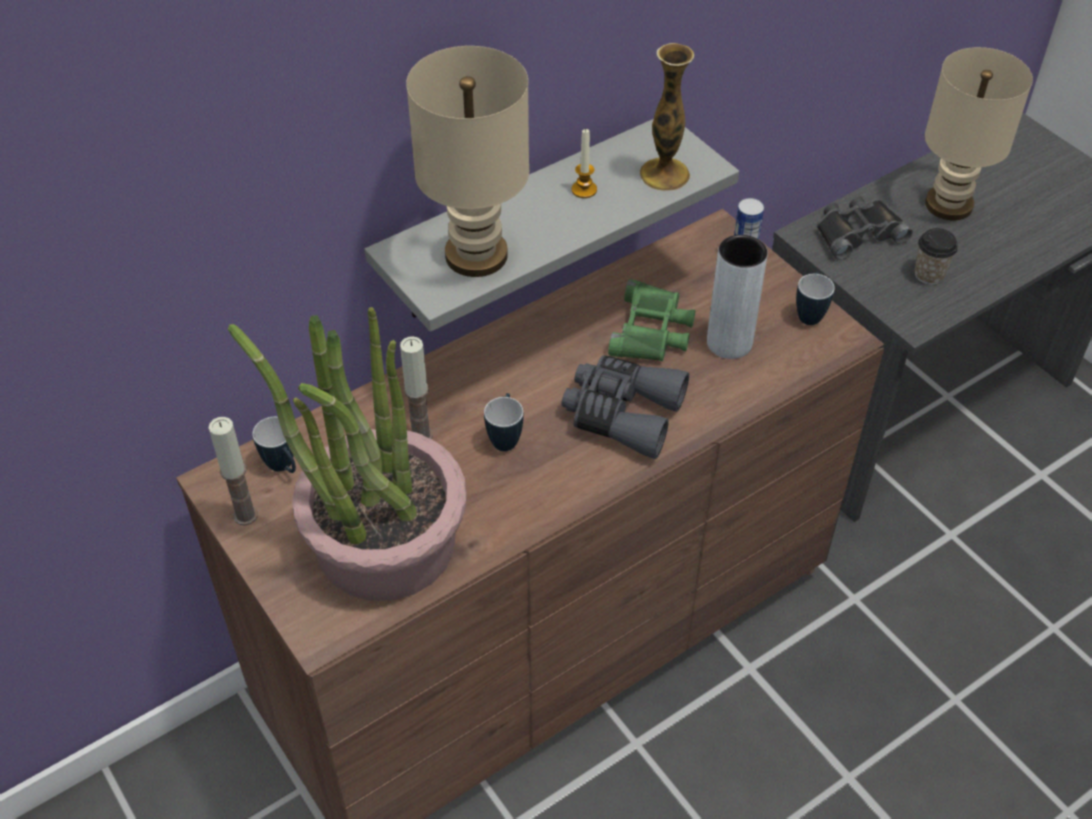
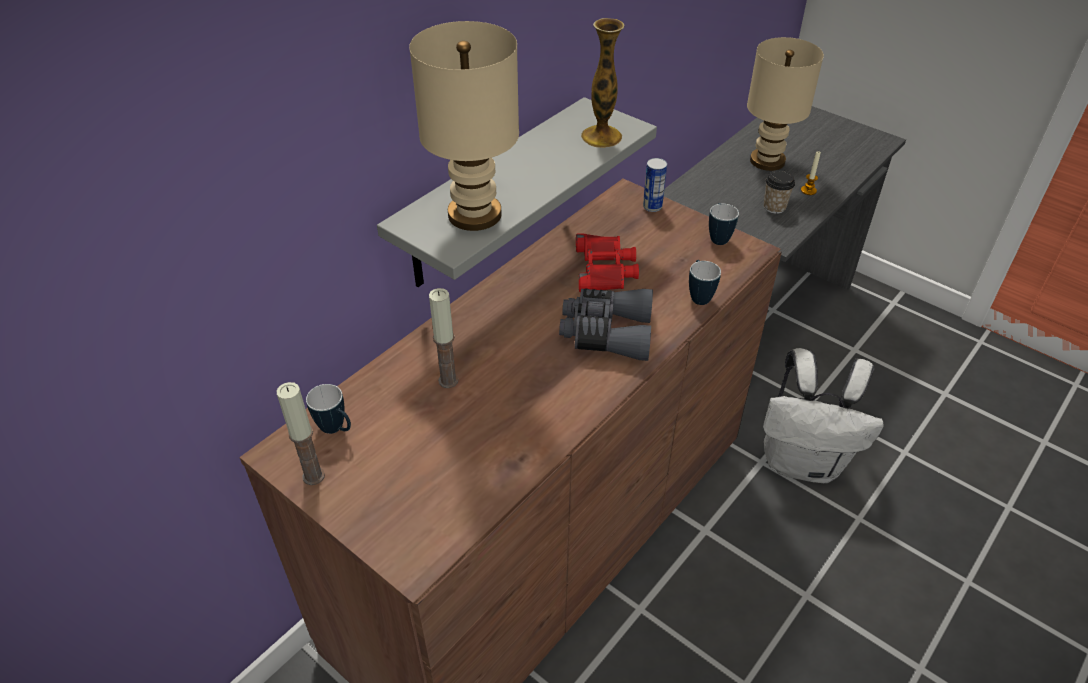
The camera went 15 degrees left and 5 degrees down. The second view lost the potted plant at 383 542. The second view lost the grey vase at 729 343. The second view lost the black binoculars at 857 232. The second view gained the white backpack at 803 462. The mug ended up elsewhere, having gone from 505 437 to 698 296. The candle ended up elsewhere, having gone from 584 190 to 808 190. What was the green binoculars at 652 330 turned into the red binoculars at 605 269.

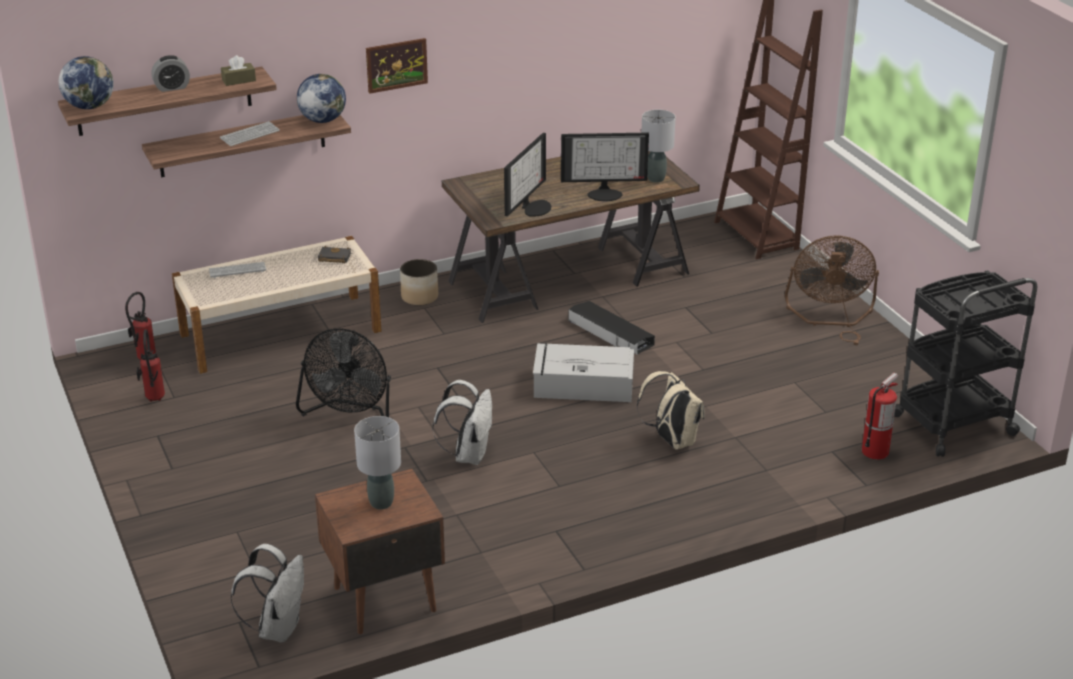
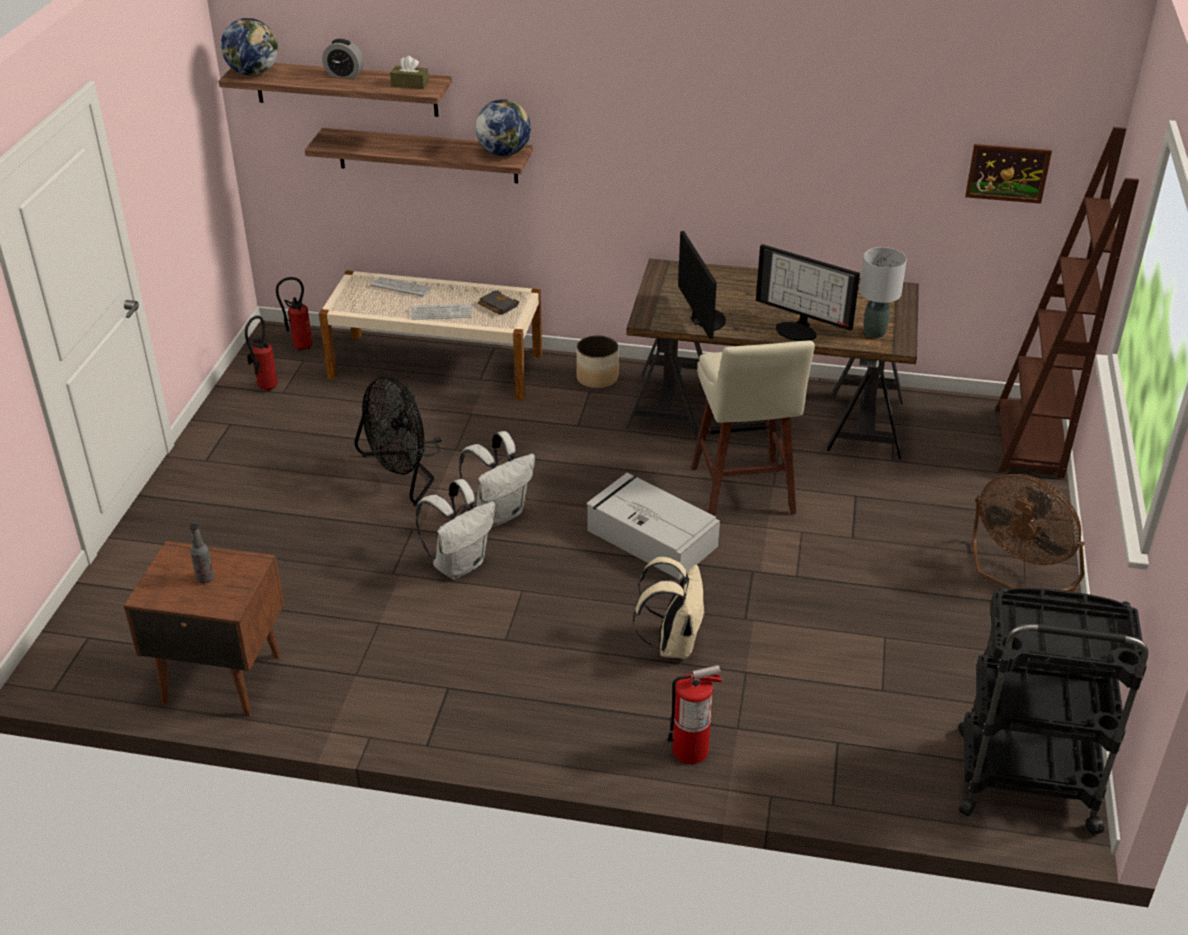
The camera went 35 degrees right and 5 degrees up. The keyboard ended up elsewhere, having gone from 250 135 to 441 313. The white backpack ended up elsewhere, having gone from 278 628 to 499 513. The picture ended up elsewhere, having gone from 396 65 to 1007 173. The fire extinguisher ended up elsewhere, having gone from 875 451 to 691 750. Where the grey table lamp stood at 381 503, the bottle came to stand at 205 578. Where the black storage box stood at 610 333, the beige stool came to stand at 742 492. The monitor at 534 207 ended up facing another way, 75 degrees counterclockwise from before.

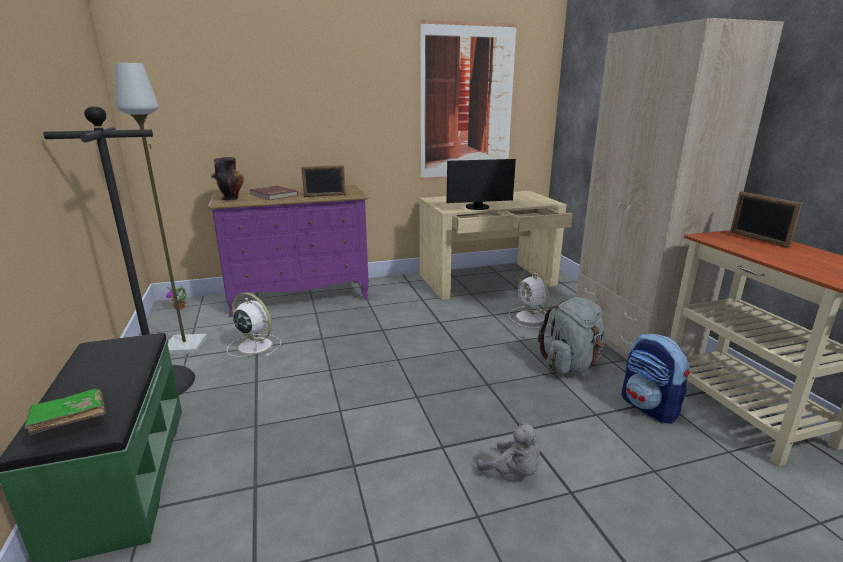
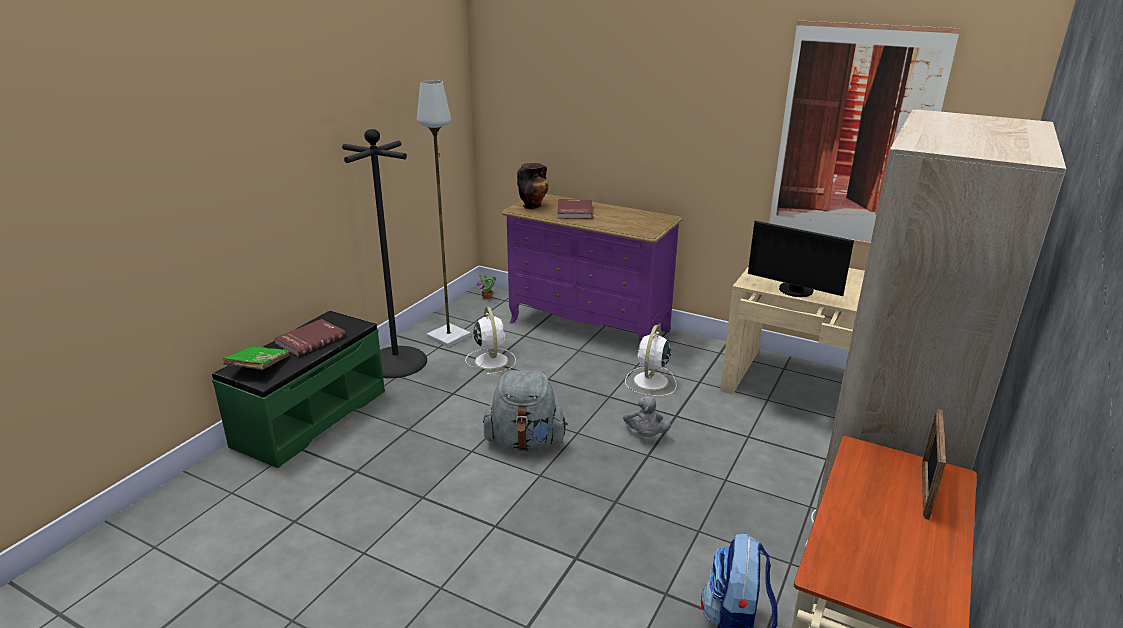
The camera went 45 degrees right and 5 degrees up. The second view lost the picture frame at 325 195. The second view gained the red book at 310 339. The grey plush toy ended up elsewhere, having gone from 513 472 to 645 435. The white fan ended up elsewhere, having gone from 531 318 to 650 382. The grey backpack ended up elsewhere, having gone from 571 365 to 525 442.

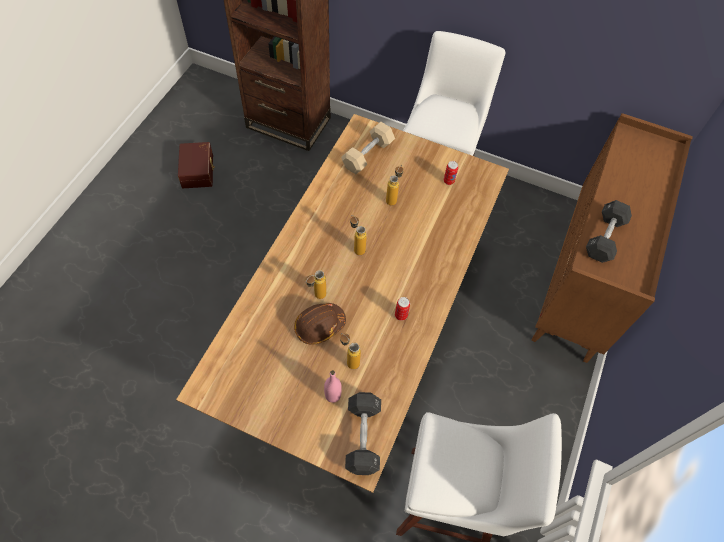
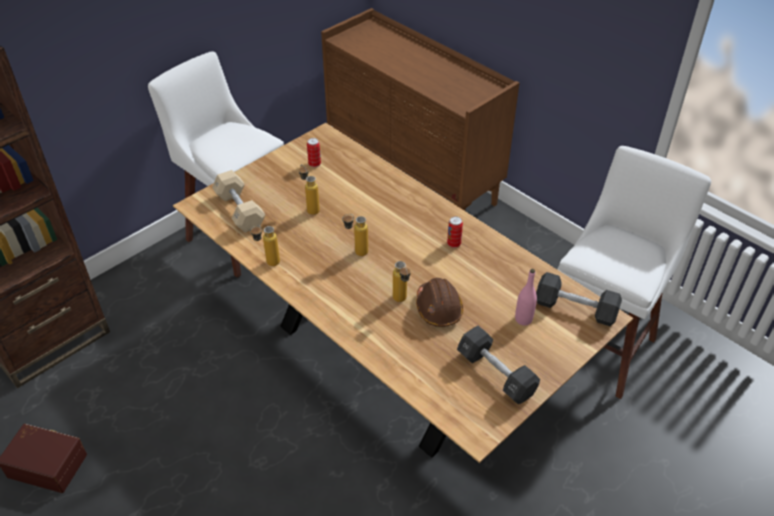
The camera went 65 degrees left and 15 degrees down. The bottle ended up elsewhere, having gone from 349 360 to 268 264. The black dumbbell ended up elsewhere, having gone from 604 237 to 496 374.

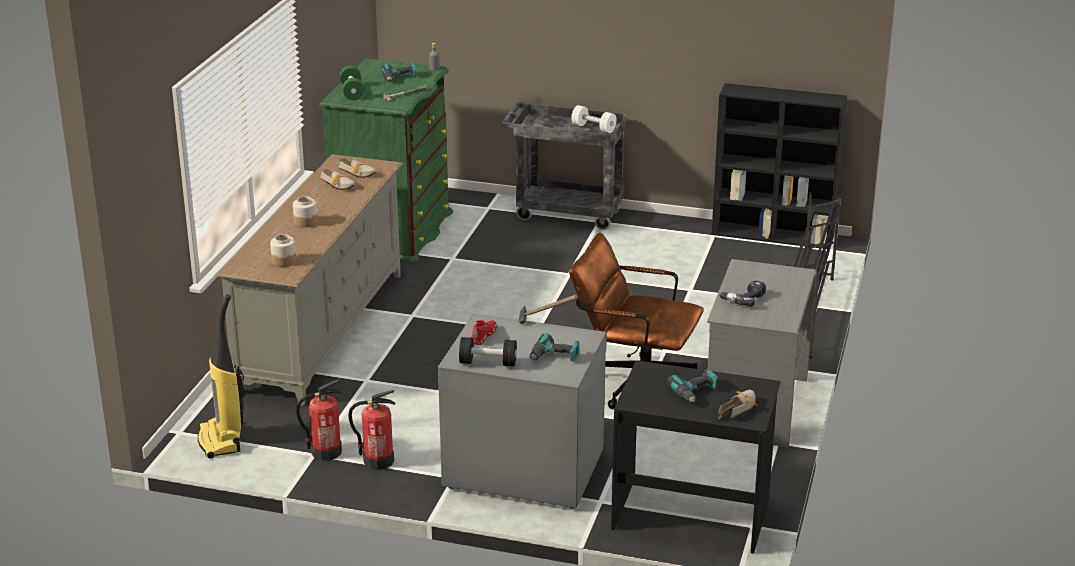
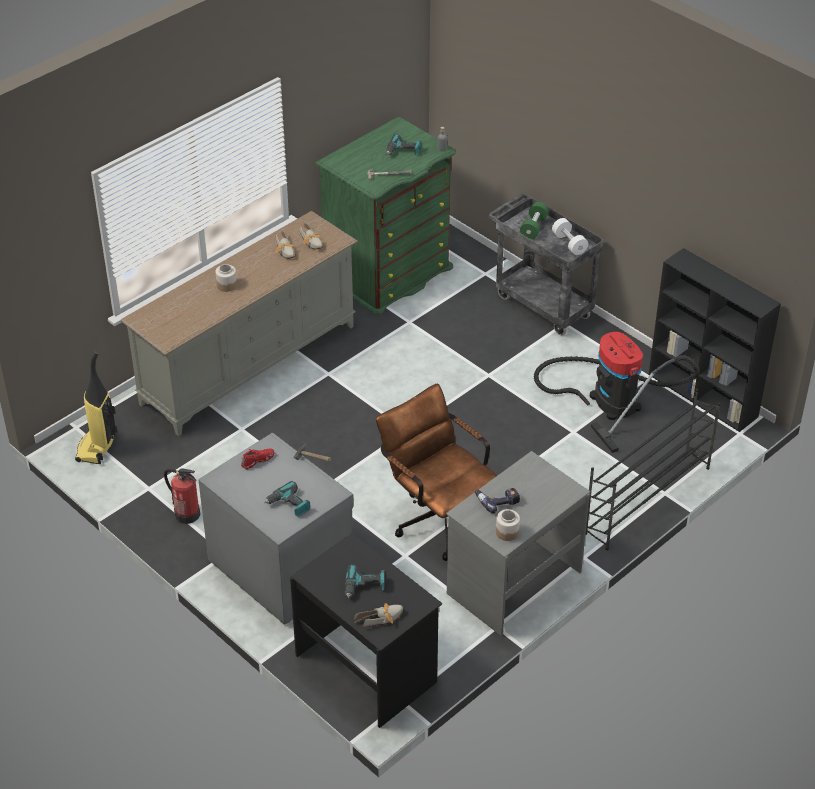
The camera went 30 degrees right and 15 degrees up. The second view lost the fire extinguisher at 325 452. The second view lost the black dumbbell at 488 363. The second view gained the vacuum cleaner at 610 399. The jar ended up elsewhere, having gone from 284 261 to 507 532. The green dumbbell ended up elsewhere, having gone from 352 92 to 533 227.

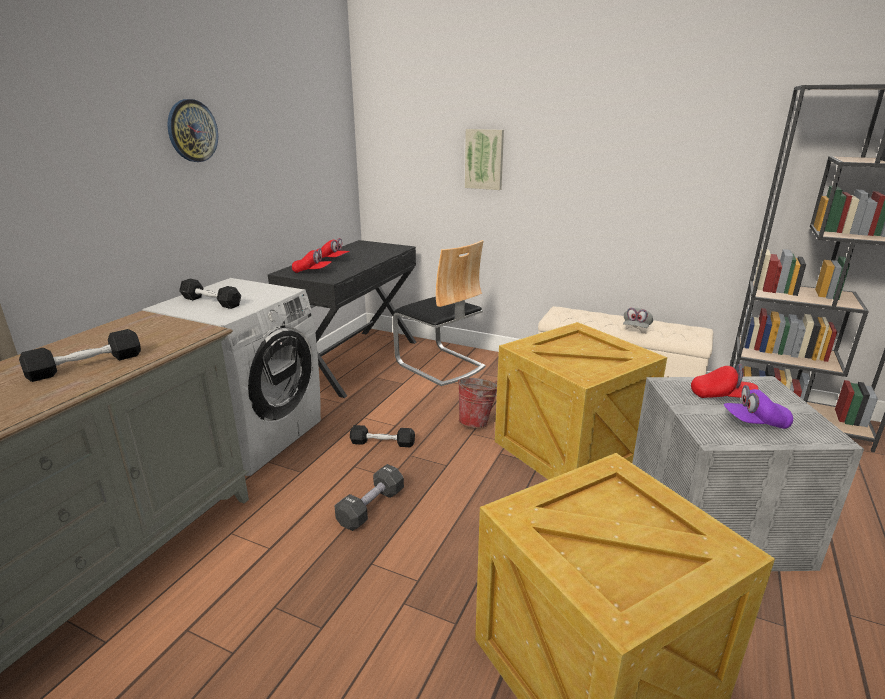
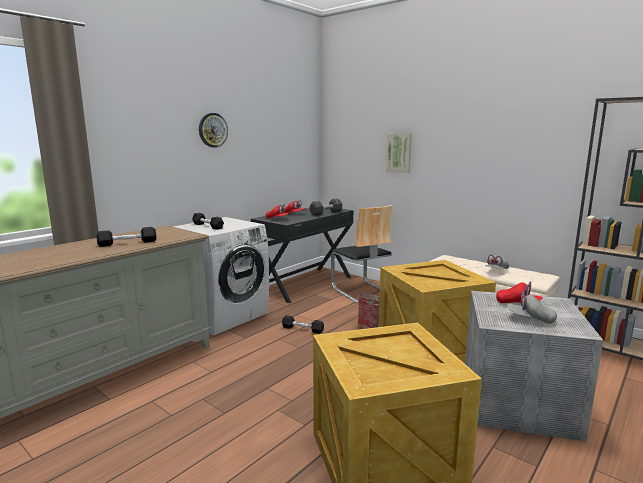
The camera went 15 degrees right and 10 degrees down. The black dumbbell ended up elsewhere, having gone from 371 507 to 326 213. What was the purple cap at 755 423 turned into the grey cap at 530 319.

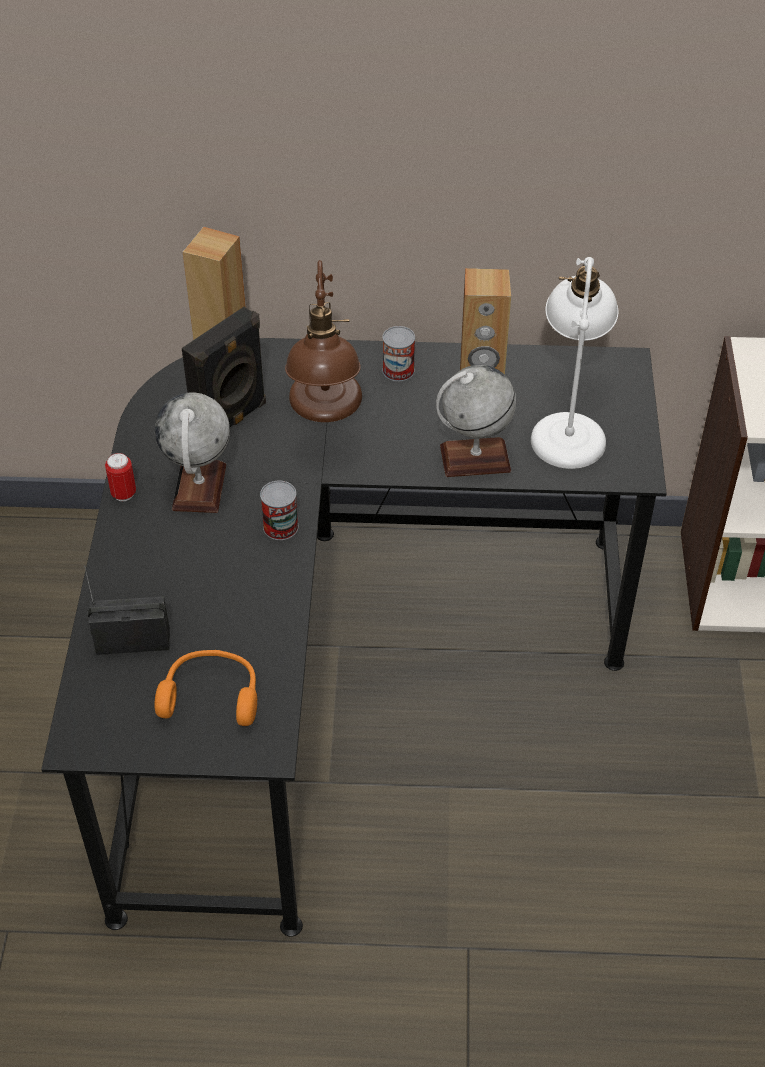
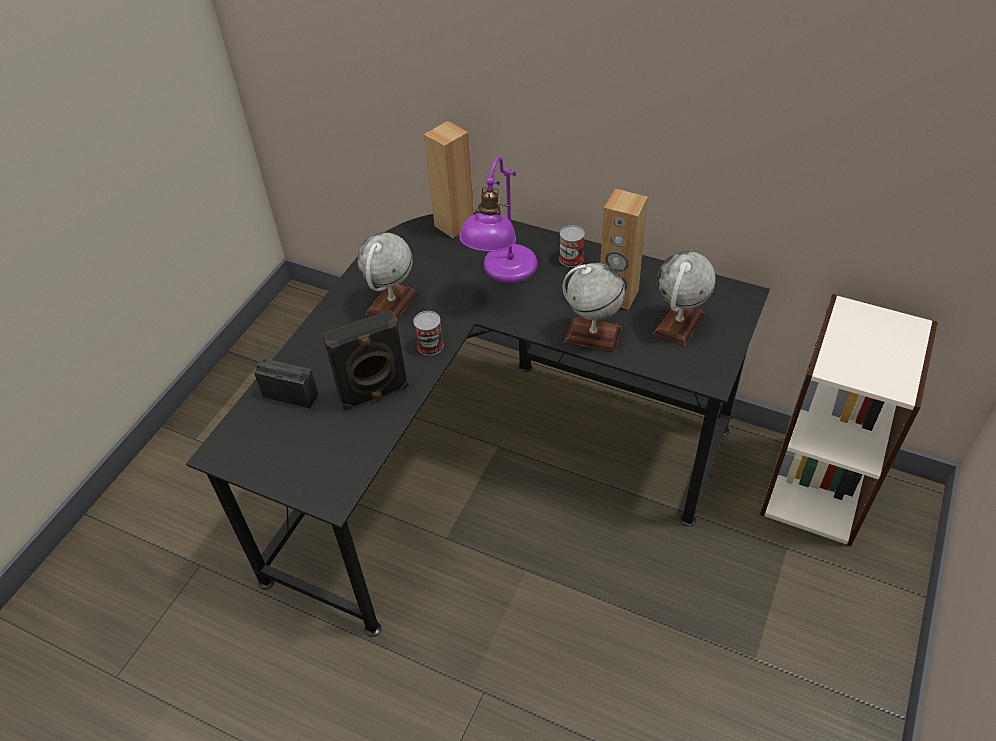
The camera went 25 degrees right and 0 degrees up. The second view lost the can at 123 494. The second view lost the orange headphones at 211 695. The black speaker ended up elsewhere, having gone from 232 420 to 375 394. Where the white table lamp stood at 568 418, the globe came to stand at 678 324. What was the brown table lamp at 327 419 turned into the purple table lamp at 502 280.

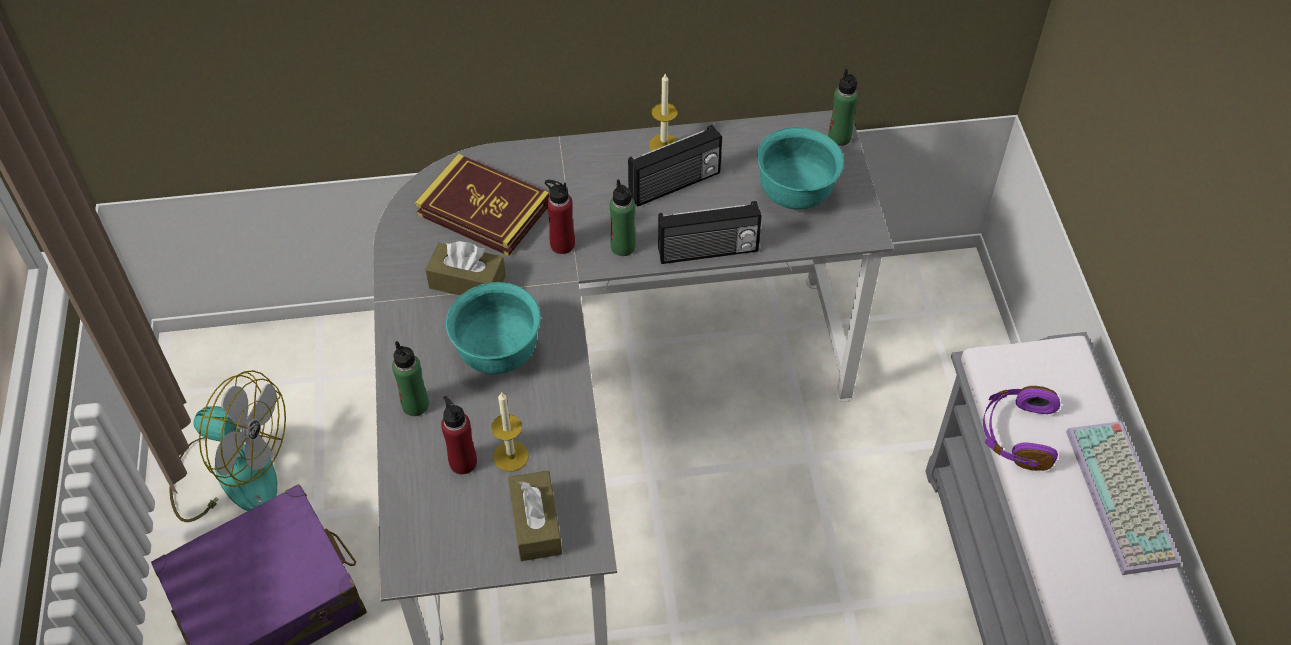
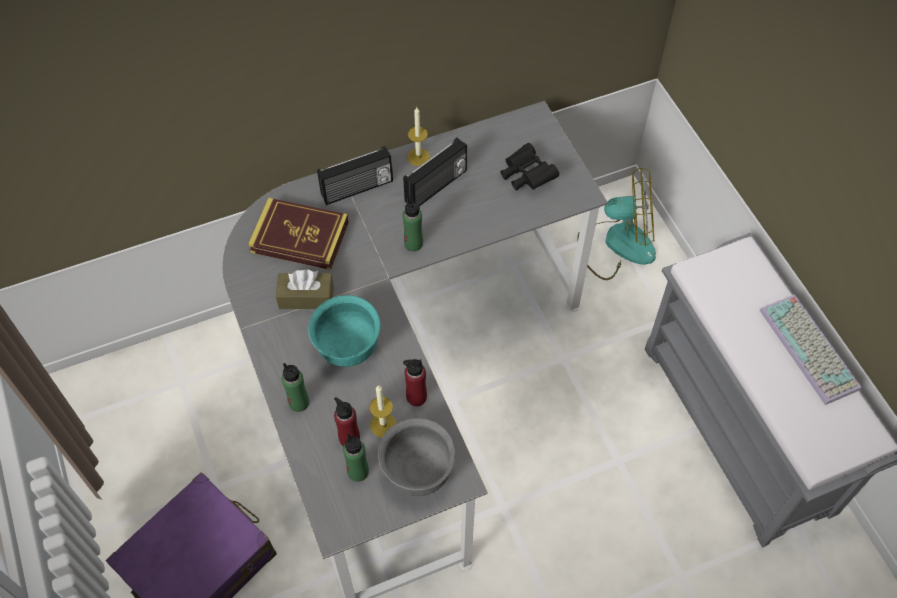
The camera went 15 degrees left and 5 degrees up. The second view lost the purple headphones at 1017 434. The fan ended up elsewhere, having gone from 231 472 to 617 244. The red bottle ended up elsewhere, having gone from 562 244 to 416 397. The radio ended up elsewhere, having gone from 708 252 to 357 189. The green bottle ended up elsewhere, having gone from 839 137 to 358 471. Where the brown tissue box stood at 536 524, the grey bowl came to stand at 418 472. Where the turquoise bowl stood at 795 194, the black binoculars came to stand at 526 176.

